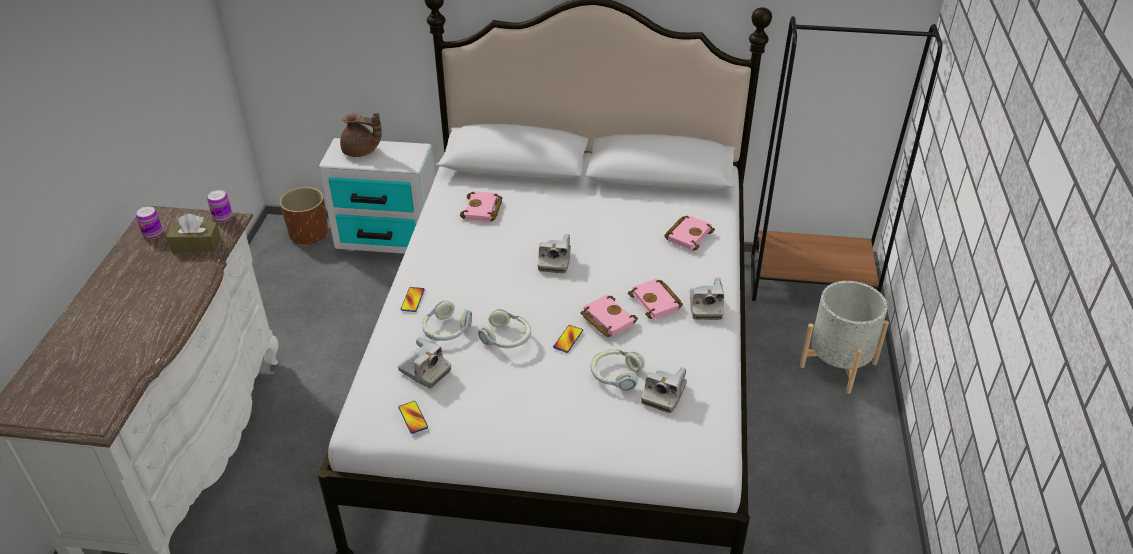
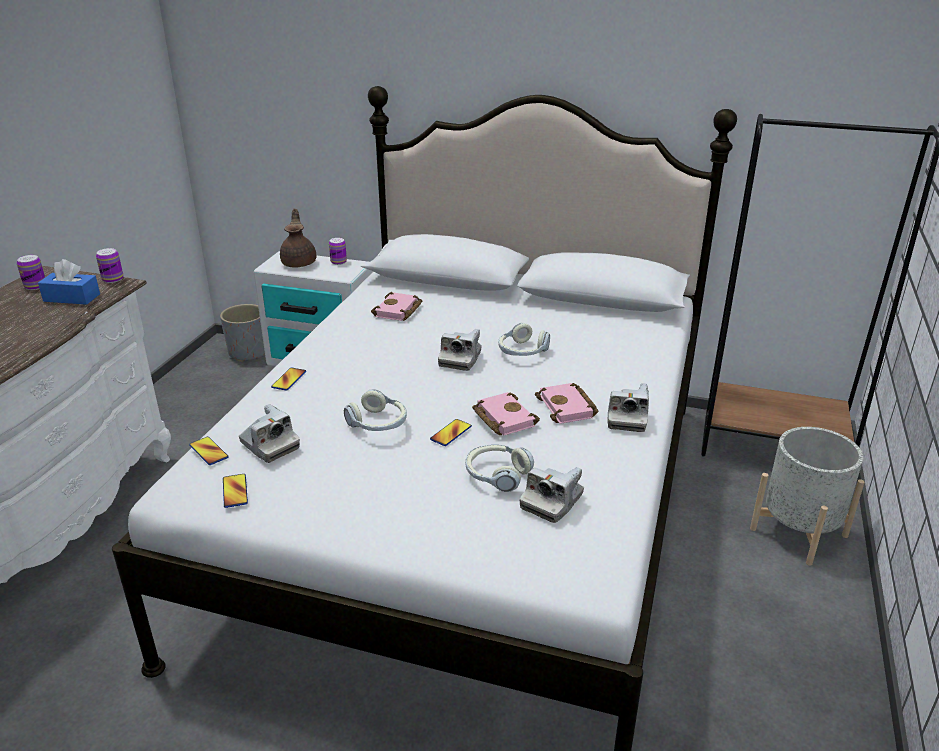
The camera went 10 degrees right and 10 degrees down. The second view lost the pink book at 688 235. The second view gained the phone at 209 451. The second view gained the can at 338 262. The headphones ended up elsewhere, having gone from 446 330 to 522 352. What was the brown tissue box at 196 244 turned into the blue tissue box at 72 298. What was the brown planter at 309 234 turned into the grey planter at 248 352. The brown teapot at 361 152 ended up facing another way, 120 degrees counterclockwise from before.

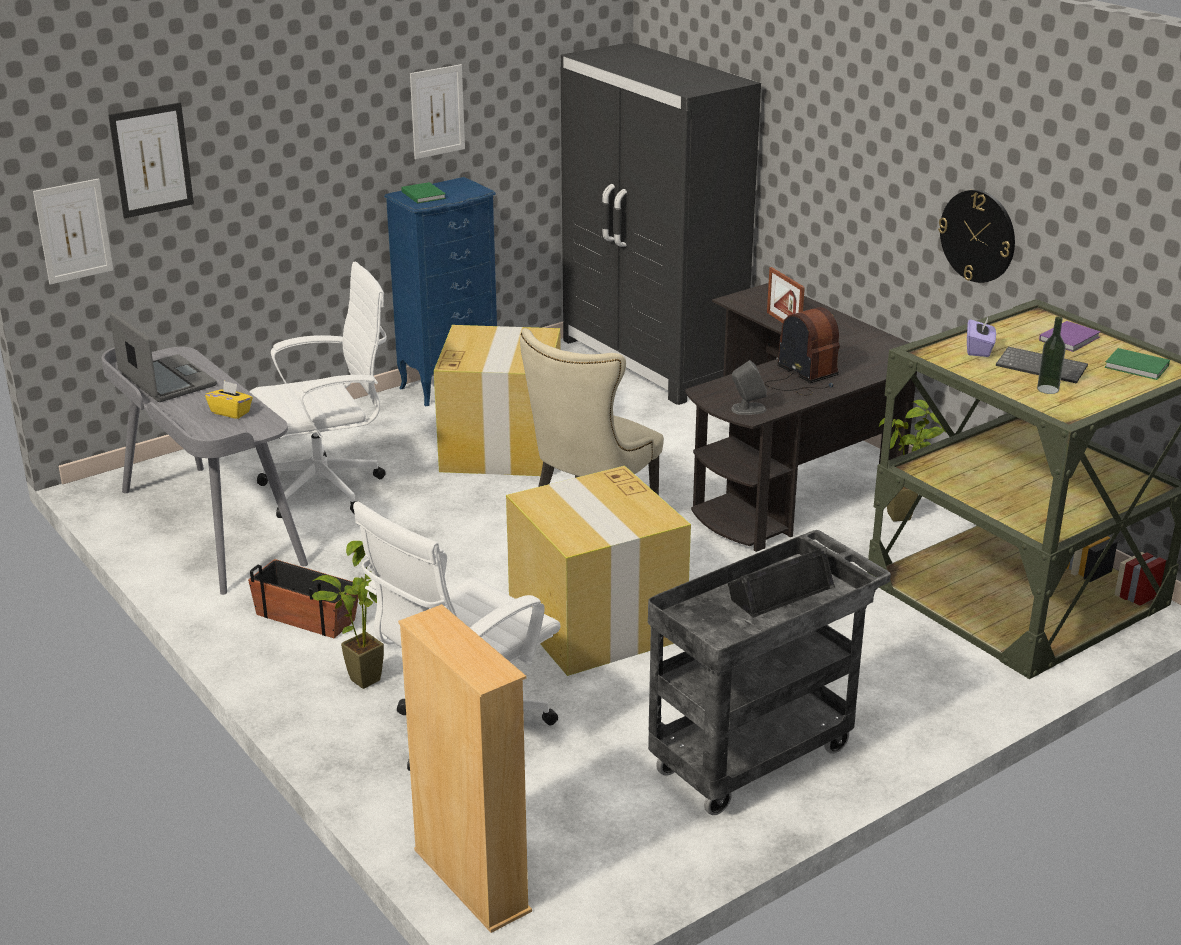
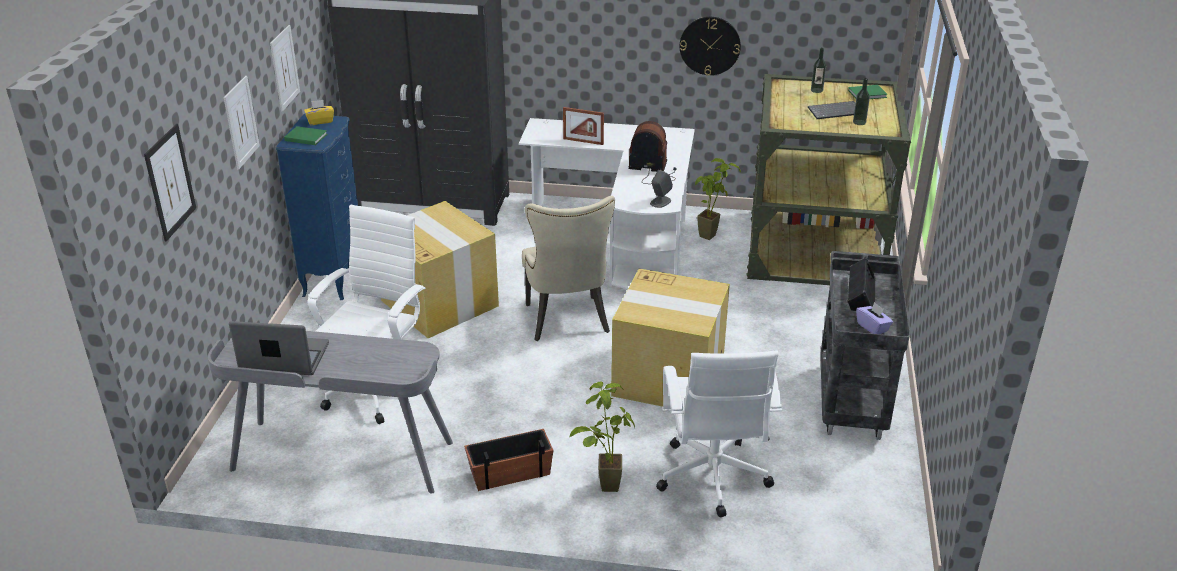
The camera went 45 degrees left and 5 degrees up. The second view lost the beige bookcase at 471 881. The picture ended up elsewhere, having gone from 73 231 to 241 122. The yellow tissue box ended up elsewhere, having gone from 231 412 to 320 121. The purple tissue box ended up elsewhere, having gone from 979 349 to 872 327. Where the purple book stood at 1071 339, the bottle came to stand at 816 90. What was the black desk at 798 473 turned into the white desk at 624 236.

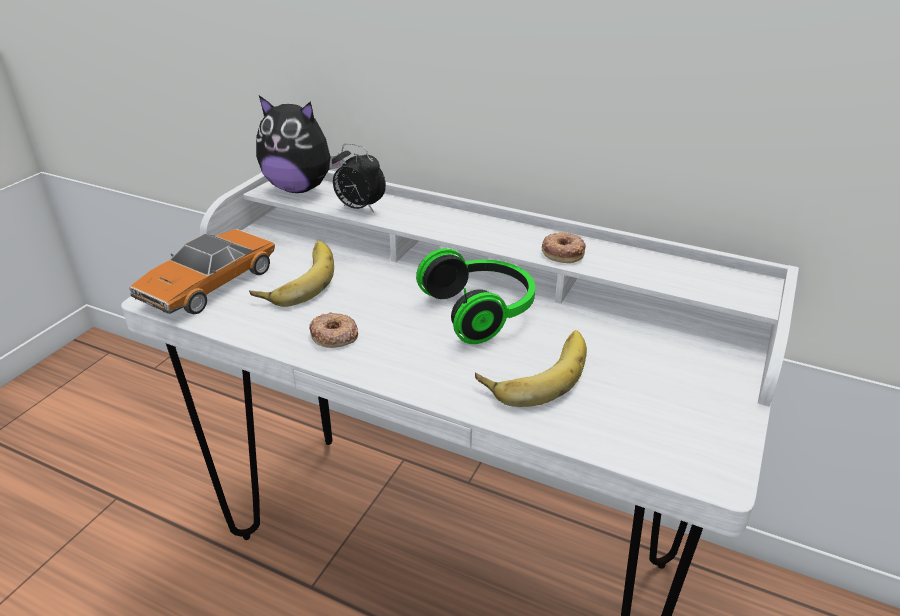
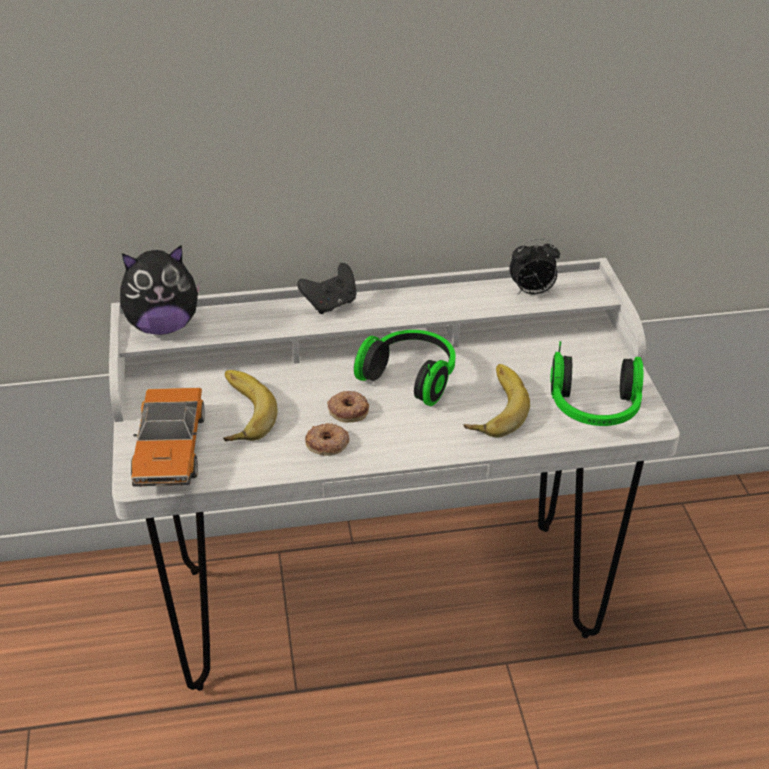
The camera went 35 degrees left and 5 degrees up. The second view gained the black game controller at 331 304. The second view gained the headphones at 594 410. The alarm clock ended up elsewhere, having gone from 359 208 to 532 292. The donut ended up elsewhere, having gone from 563 252 to 348 410.

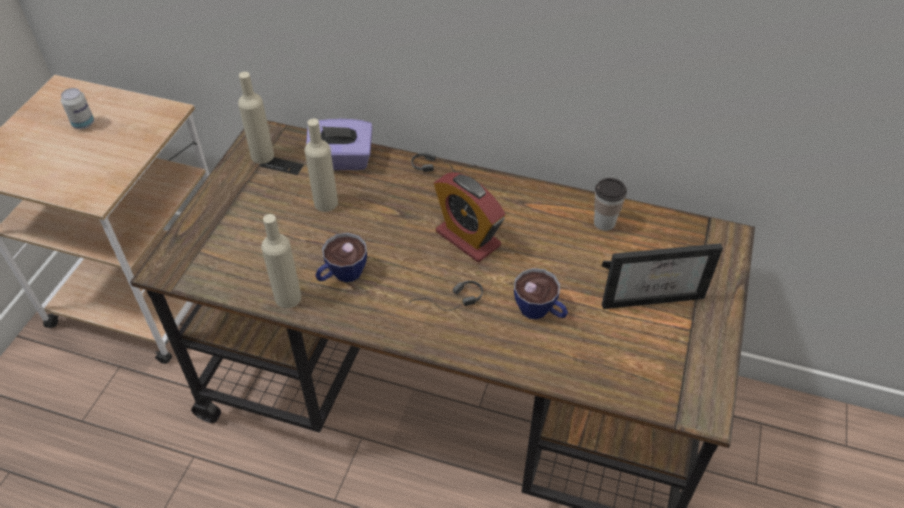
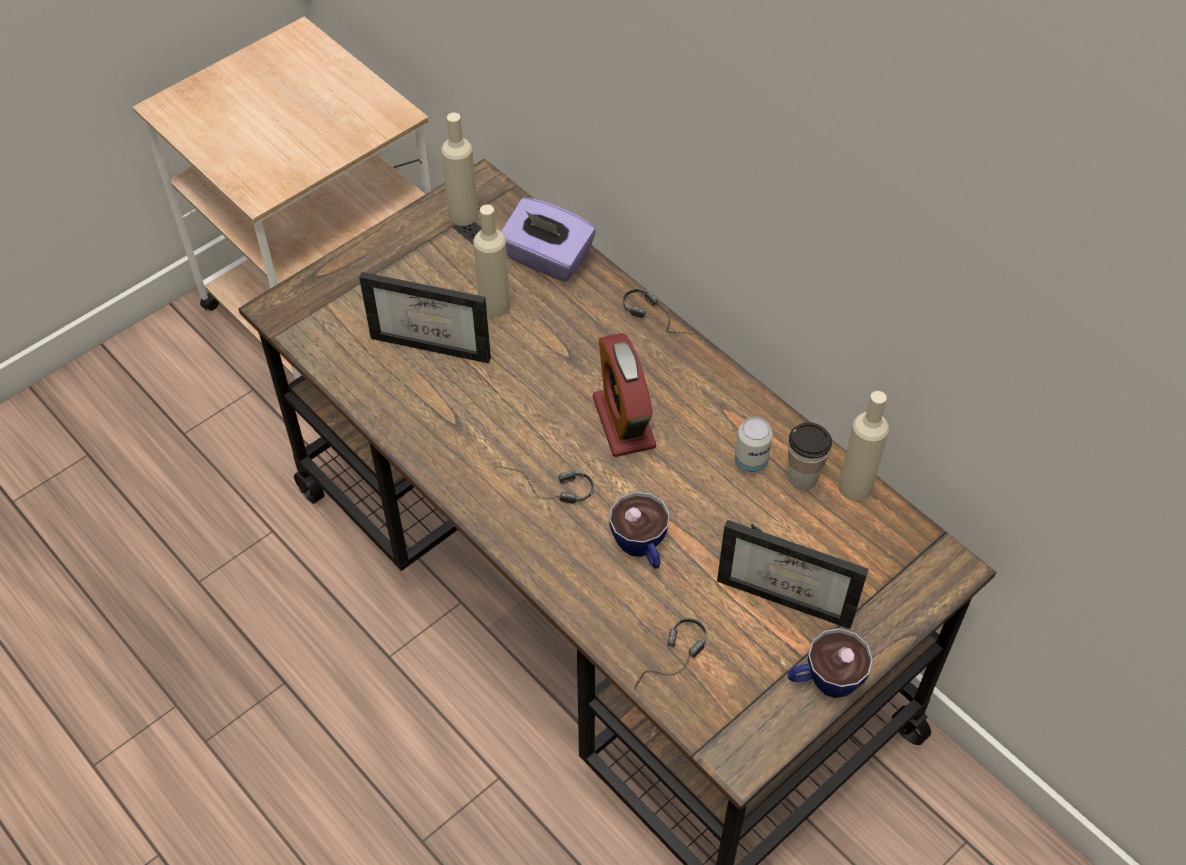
The camera went 30 degrees right and 5 degrees up. The second view gained the picture frame at 437 339. The second view gained the headphones at 672 666. The can ended up elsewhere, having gone from 83 124 to 750 462. The beige bottle ended up elsewhere, having gone from 288 298 to 855 487. The cup ended up elsewhere, having gone from 341 275 to 824 681.

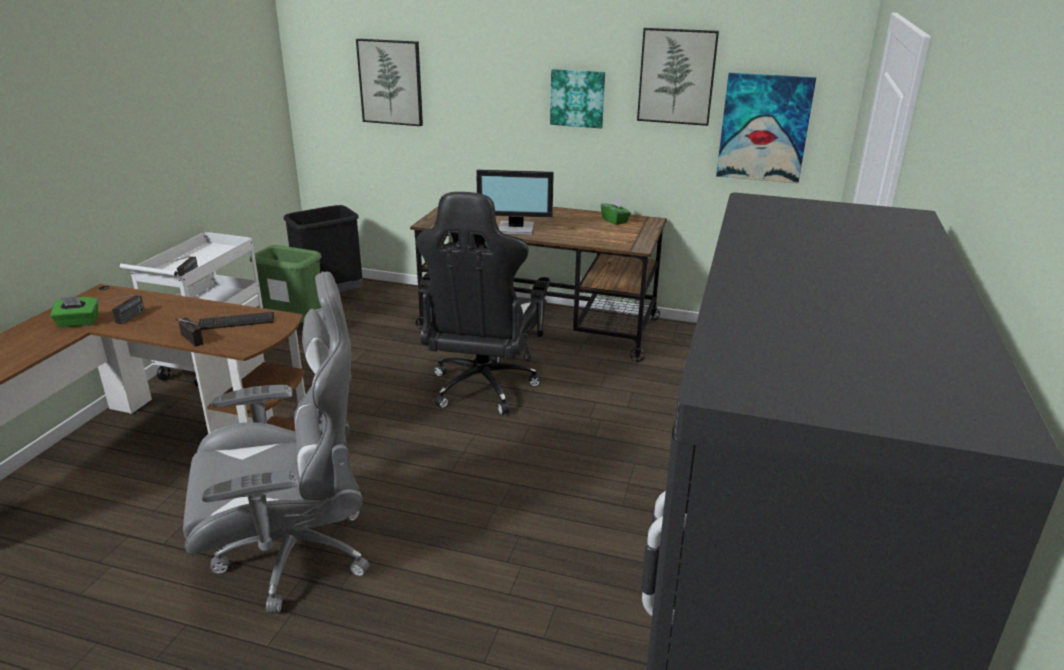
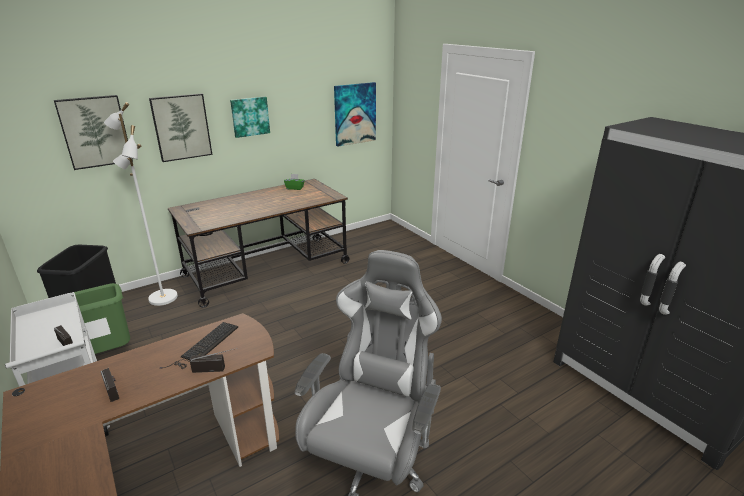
The camera went 50 degrees left and 0 degrees up. The second view lost the green tissue box at 78 323. The second view lost the black office chair at 484 384. The second view lost the monitor at 516 229. The second view gained the white floor lamp at 162 298. The picture ended up elsewhere, having gone from 677 76 to 181 127.

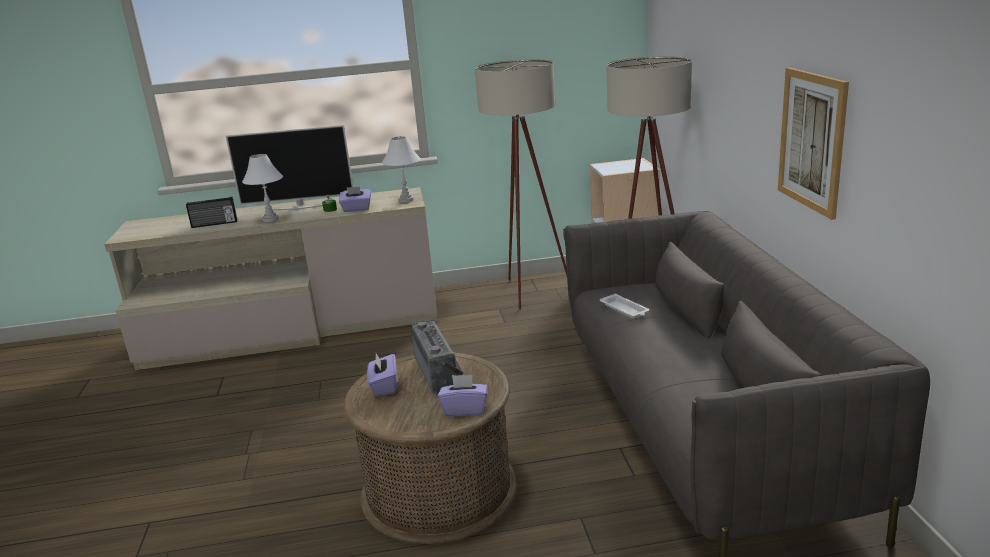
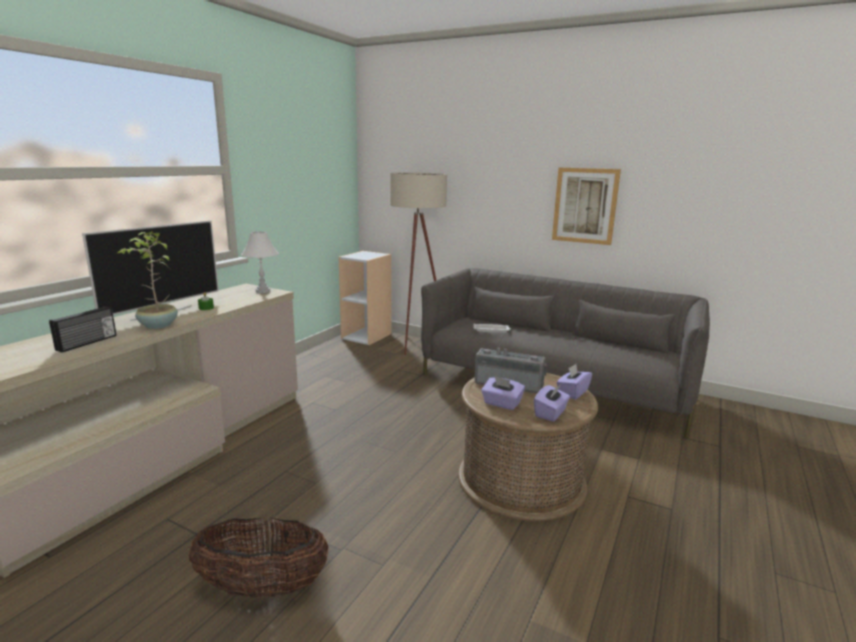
The camera went 55 degrees left and 5 degrees down. The second view lost the beige floor lamp at 529 294. The second view gained the basket at 262 587. The purple tissue box ended up elsewhere, having gone from 356 209 to 550 413. Where the white table lamp stood at 270 219, the potted plant came to stand at 157 326.

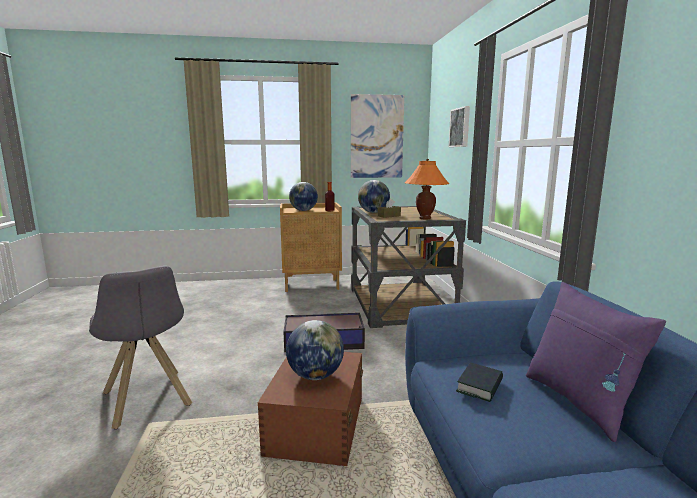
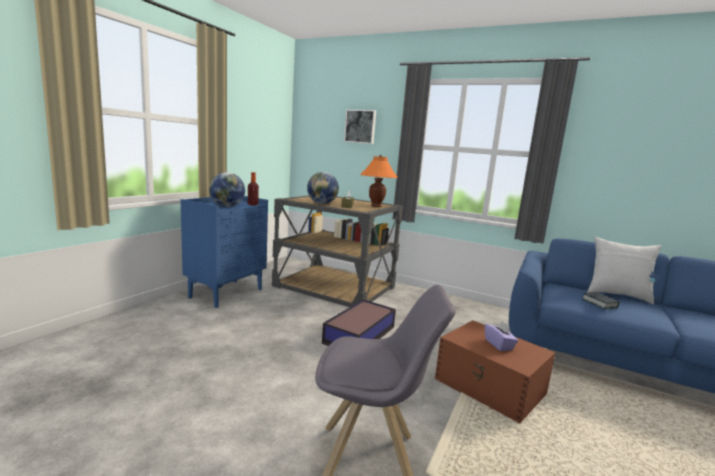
The camera went 55 degrees left and 0 degrees up. The second view lost the picture at 377 137. Where the globe stood at 315 375, the purple tissue box came to stand at 499 345. What was the brown cabinet at 312 285 turned into the blue cabinet at 227 293. What was the purple pillow at 578 402 turned into the grey pillow at 617 295.

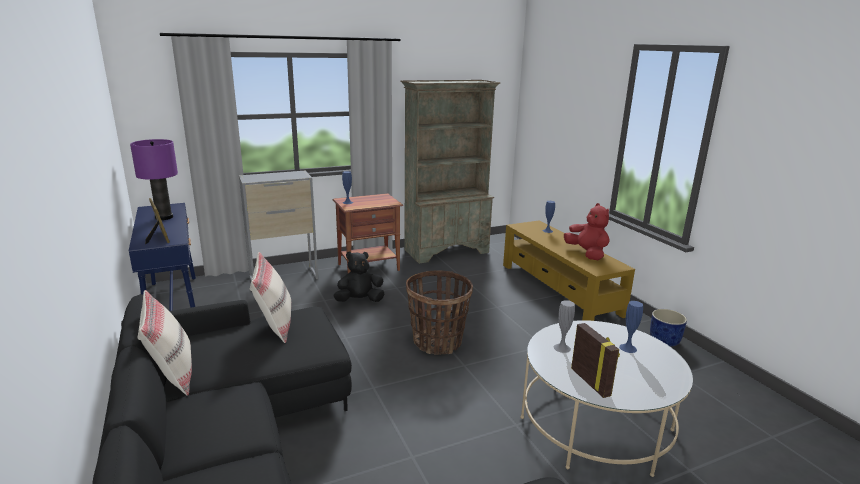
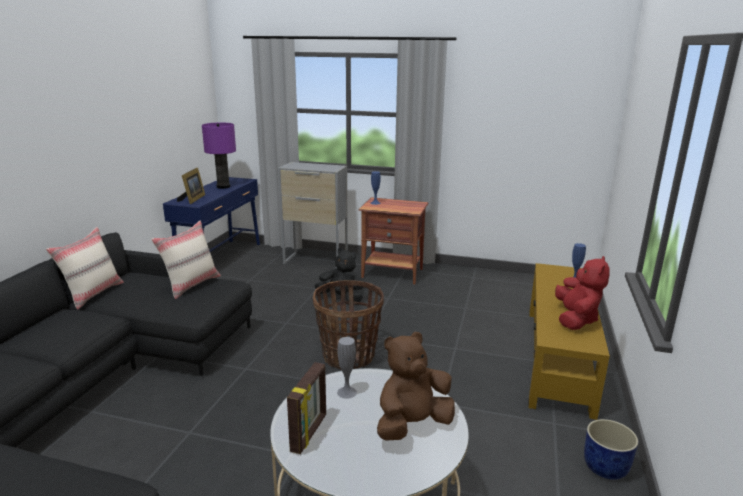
The camera went 40 degrees right and 0 degrees up. The second view lost the green bookcase at 446 251. Where the blue vase stood at 628 348, the brown plush toy came to stand at 412 425.

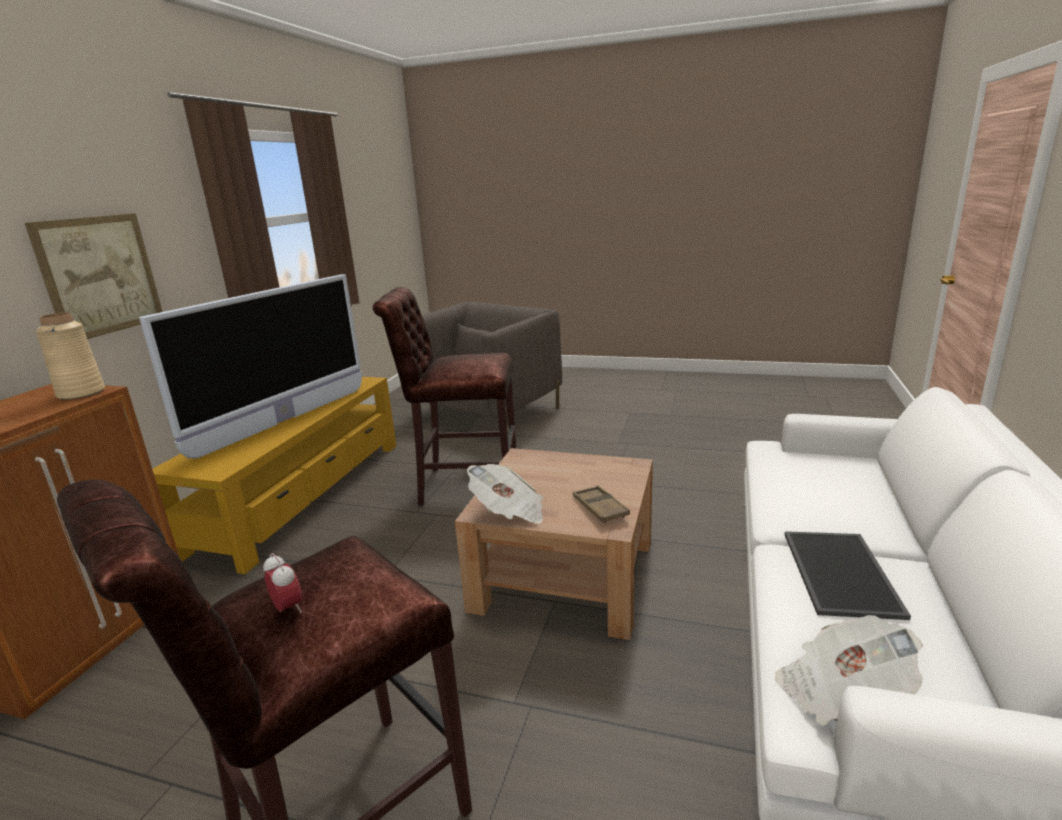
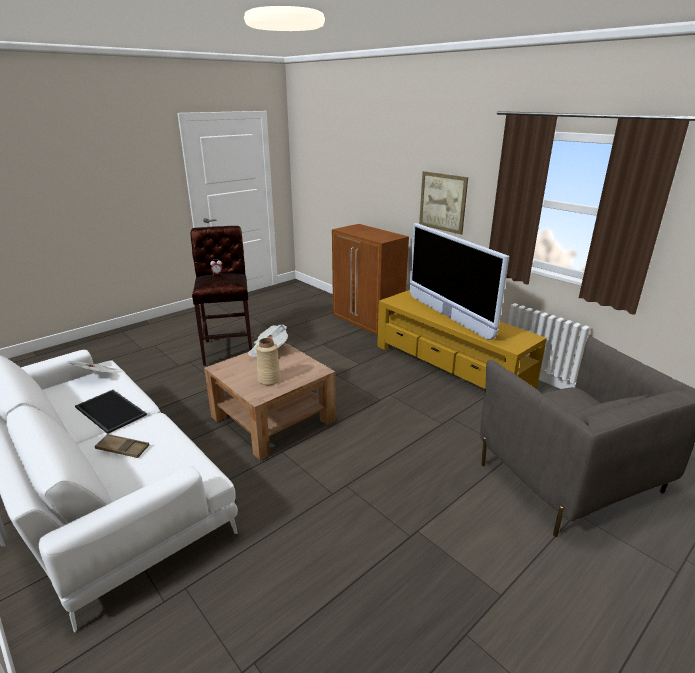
The camera went 120 degrees right and 5 degrees up. The second view lost the brown stool at 463 484. The beige vase ended up elsewhere, having gone from 81 393 to 269 380. The brown tray ended up elsewhere, having gone from 600 508 to 123 449.

